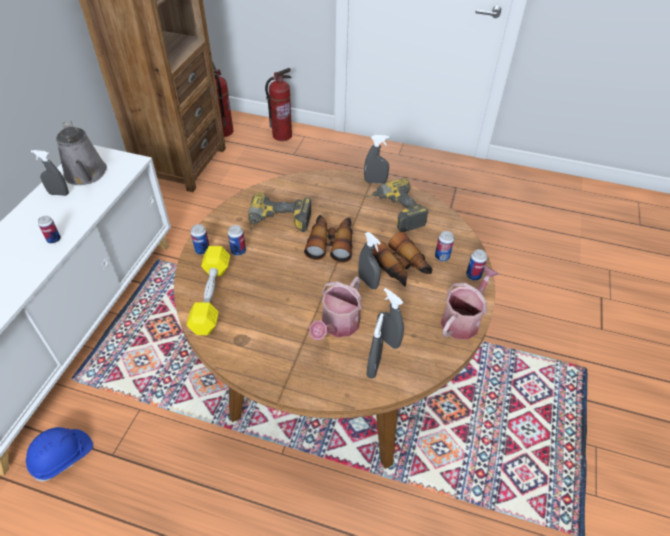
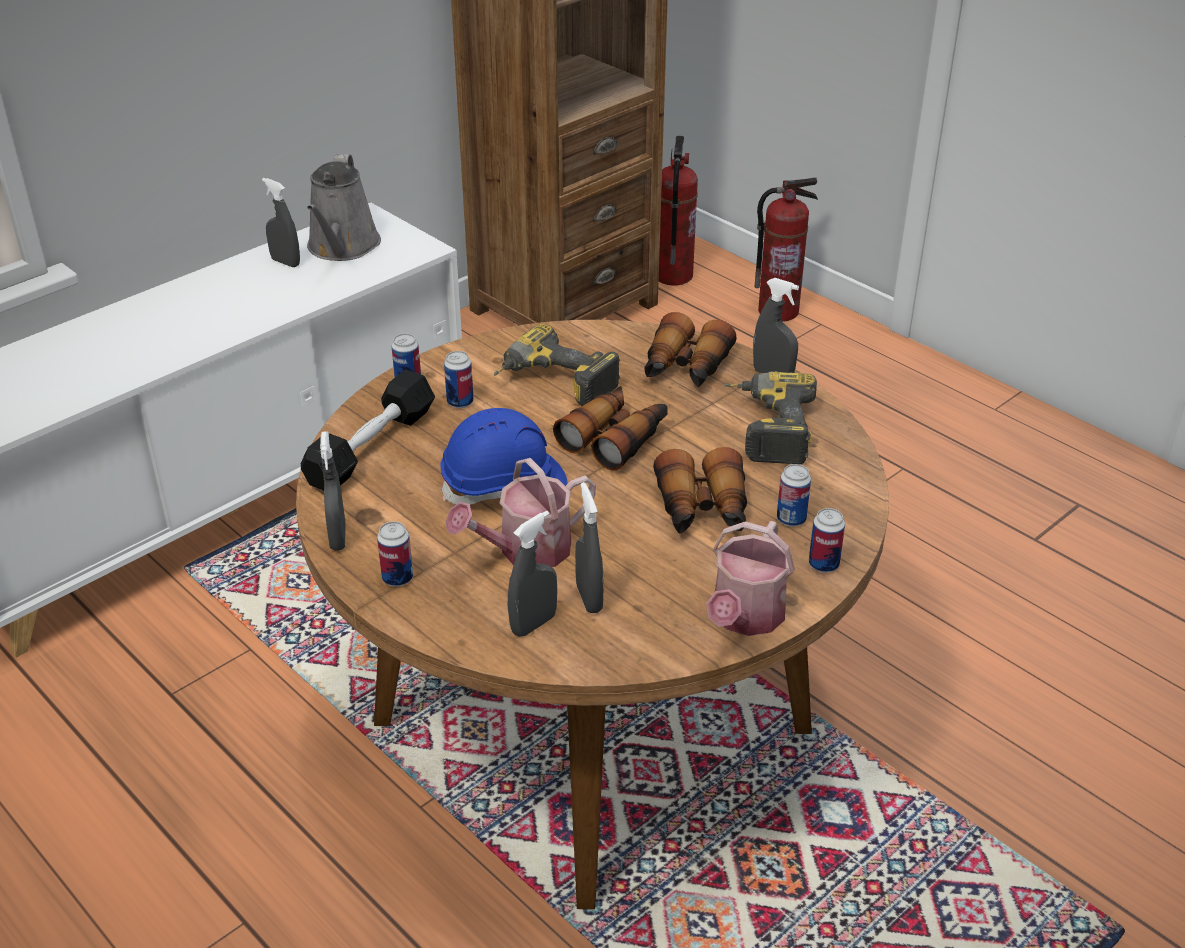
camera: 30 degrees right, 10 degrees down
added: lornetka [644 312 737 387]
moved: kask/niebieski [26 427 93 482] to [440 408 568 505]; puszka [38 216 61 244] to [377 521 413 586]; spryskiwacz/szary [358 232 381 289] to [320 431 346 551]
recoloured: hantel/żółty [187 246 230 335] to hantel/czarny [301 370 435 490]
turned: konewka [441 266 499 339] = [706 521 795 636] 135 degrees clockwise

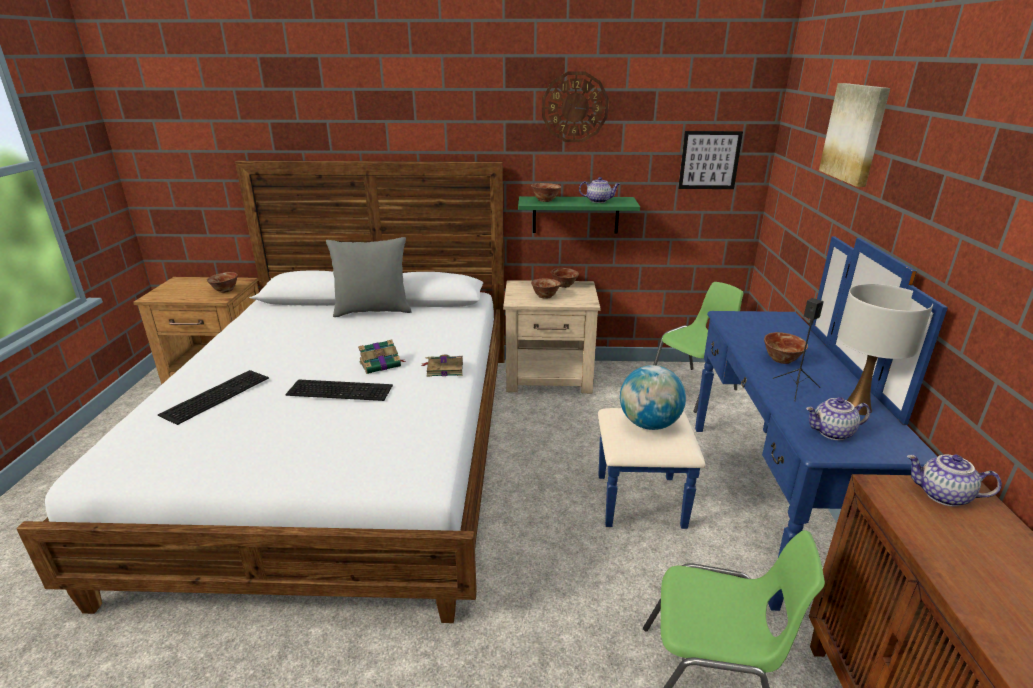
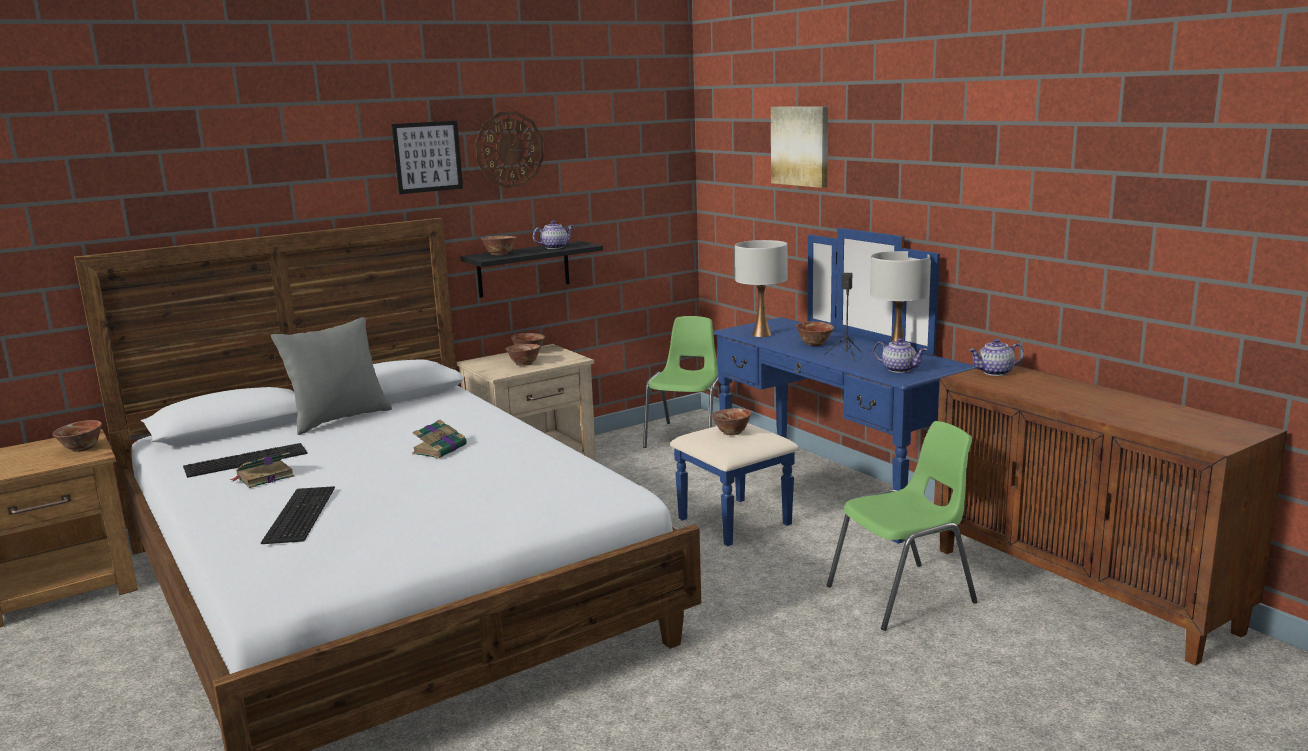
camera: 35 degrees left, 10 degrees down
added: lampa stołowa/biały [735 240 787 337]
moved: klawiatura [286 379 393 401] to [183 443 308 478]; książka [421 355 463 377] to [230 452 294 488]; obraz [678 131 743 189] to [391 121 463 194]
replaced: globus [620 365 686 430] to miska [712 408 751 435]
recoloured: półka/zielony [518 196 640 234] to półka/czarny [461 241 603 298]
turned: imbryk [806 397 871 440] = [873 338 927 373] 105 degrees counterclockwise

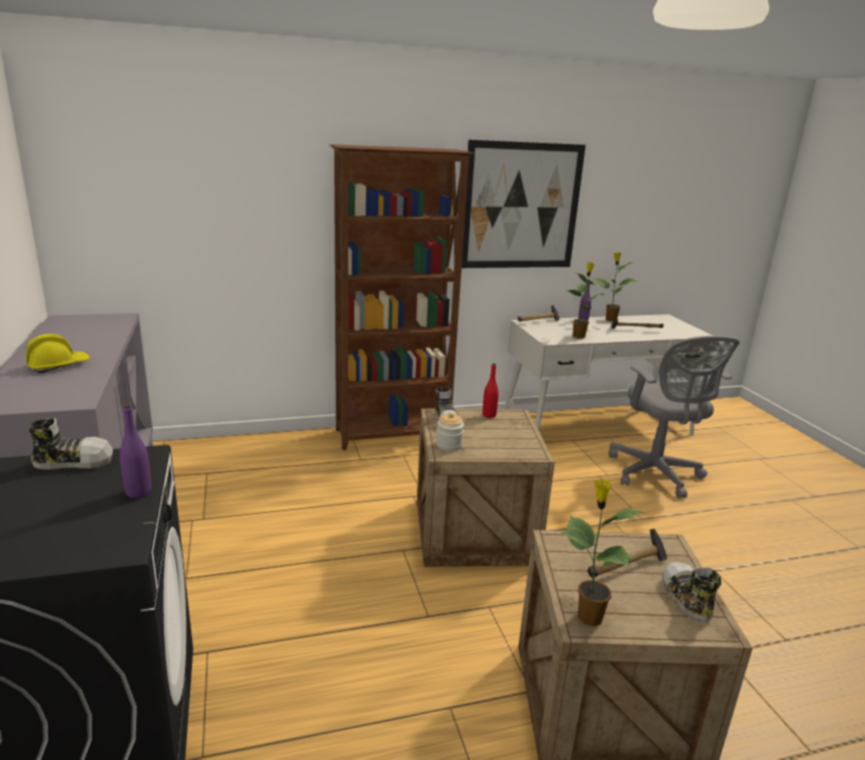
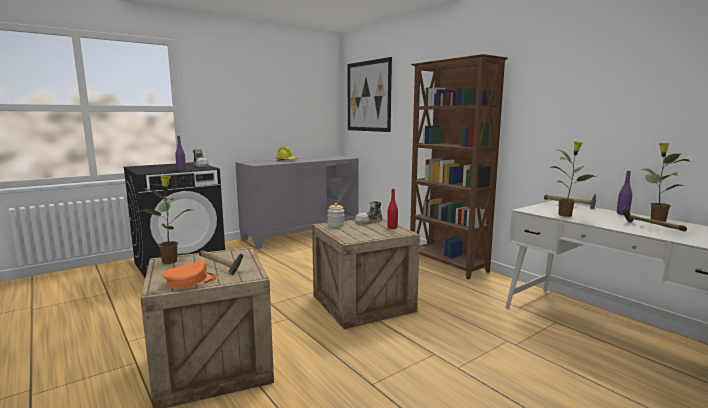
camera: 70 degrees right, 10 degrees down
removed: krzesło biurowe/szary [609 336 740 498]
moved: obraz [462 140 586 268] to [348 57 392 132]
replaced: but [662 562 721 622] to czapka z daszkiem/pomarańczowy [163 260 218 289]

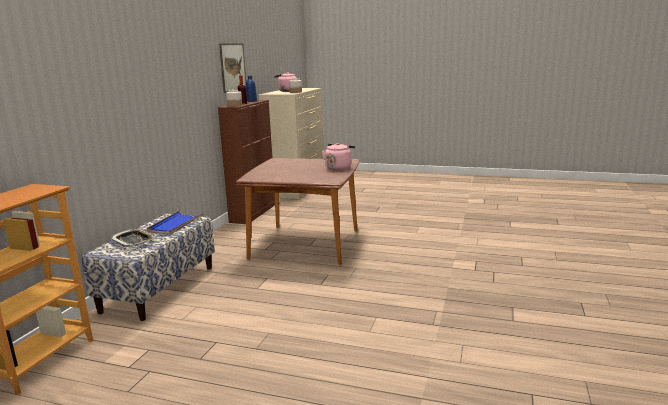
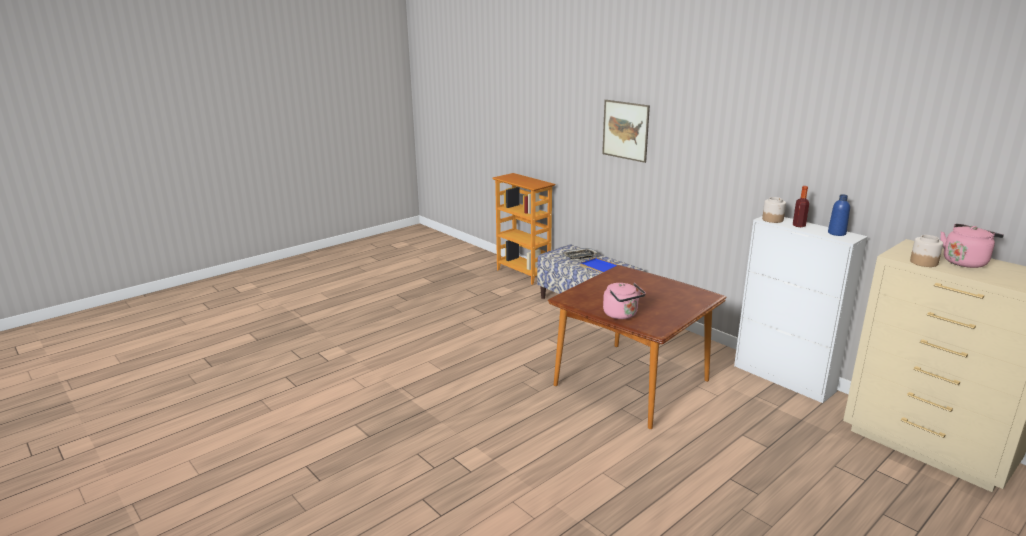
camera: 120 degrees right, 5 degrees up
moved: obraz [219 44 246 93] to [602 100 650 163]
recoloured: szafka/brązowy [218 100 275 224] to szafka/biały [734 216 868 403]

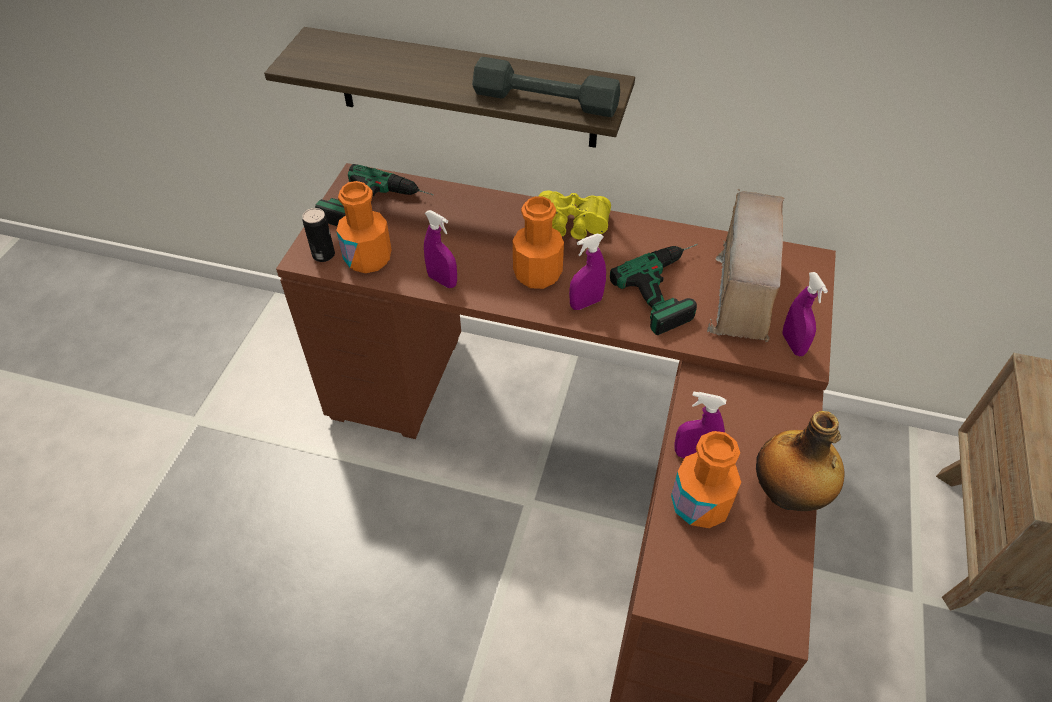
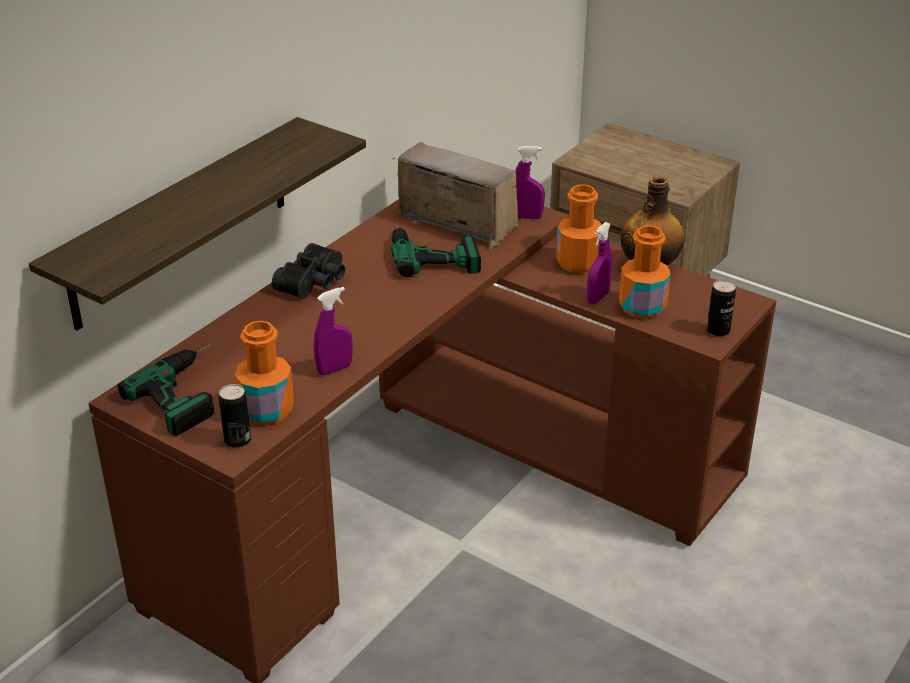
camera: 70 degrees left, 15 degrees down
removed: hantel/szary [472 57 620 117]; spryskiwacz/fioletowy [569 234 606 310]
added: puszka [707 280 736 337]
moved: butelka/pomarańczowy [513 196 564 289] to [556 184 602 274]
recoloured: lornetka/żółty [539 191 611 239] to lornetka/czarny [272 243 345 299]

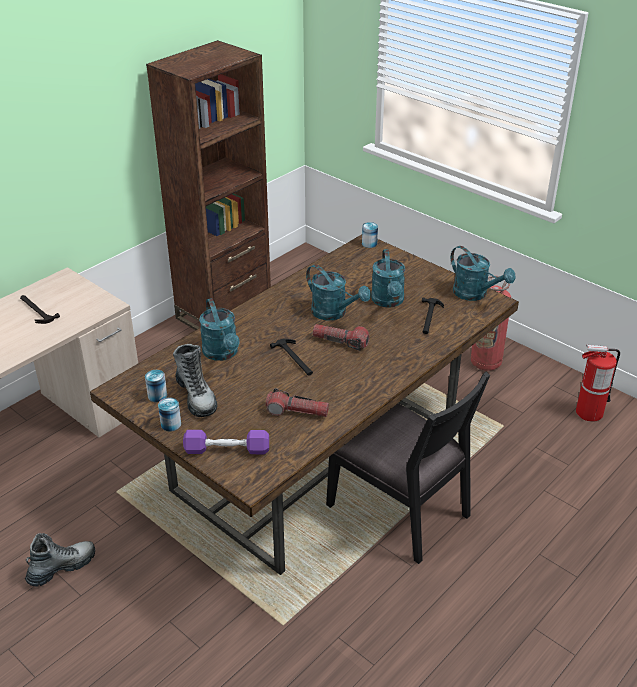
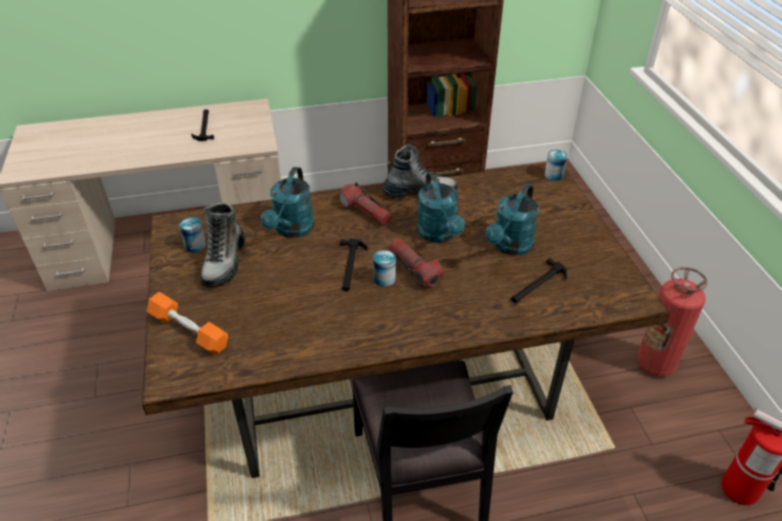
camera: 35 degrees right, 5 degrees up
removed: konewka/turkusowy [451 246 515 301]
moved: but z cholewką [25 533 95 587] to [382 144 457 198]; puszka [158 398 181 431] to [373 250 396 287]; latarka [266 388 329 417] to [338 182 392 225]
recoloured: hantel/fioletowy [183 430 269 454] to hantel/pomarańczowy [147 292 228 354]

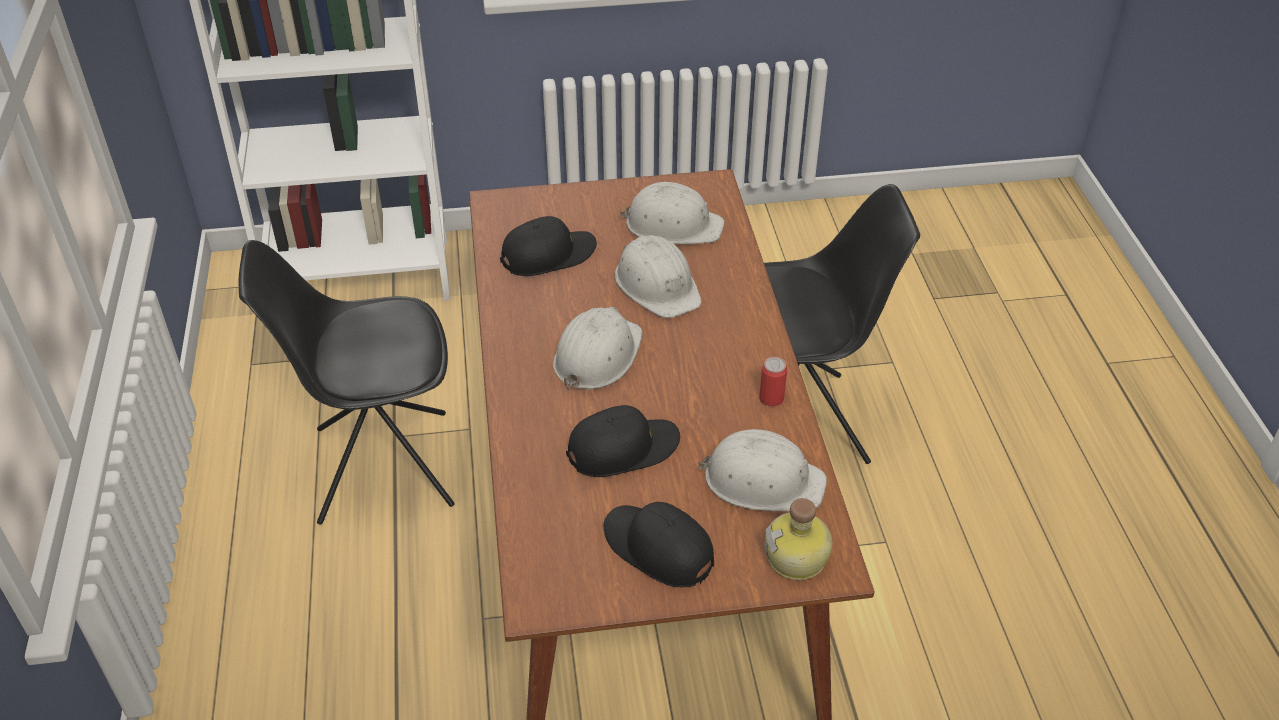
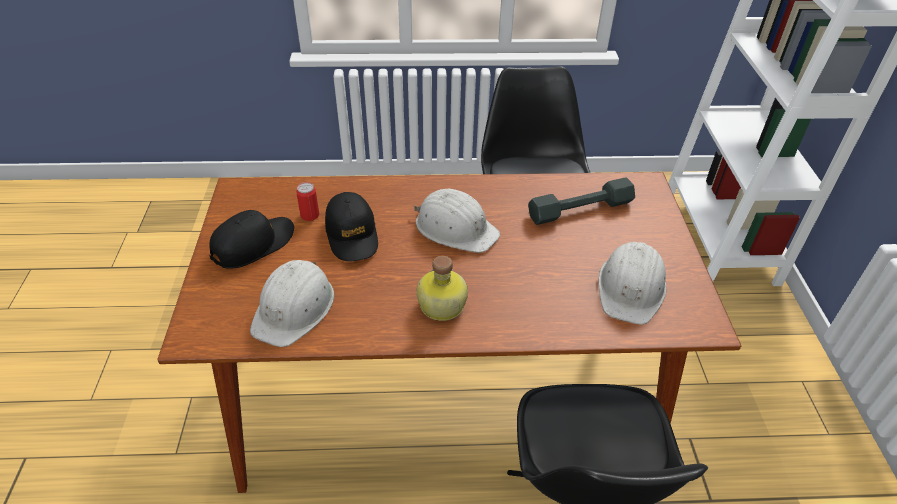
camera: 95 degrees right, 0 degrees up
removed: kask/biały [615 235 702 318]
moved: puszka [759 357 787 406] to [296 182 319 221]; butelka [765 498 832 580] to [417 256 468 321]
replaced: czapka z daszkiem/czarny [500 216 597 276] to hantel/szary [528 177 635 225]

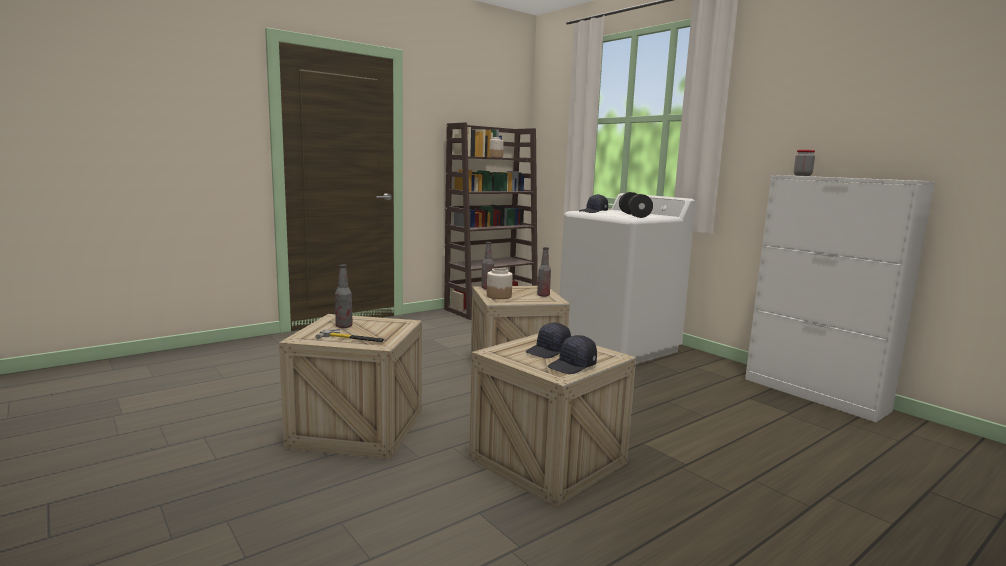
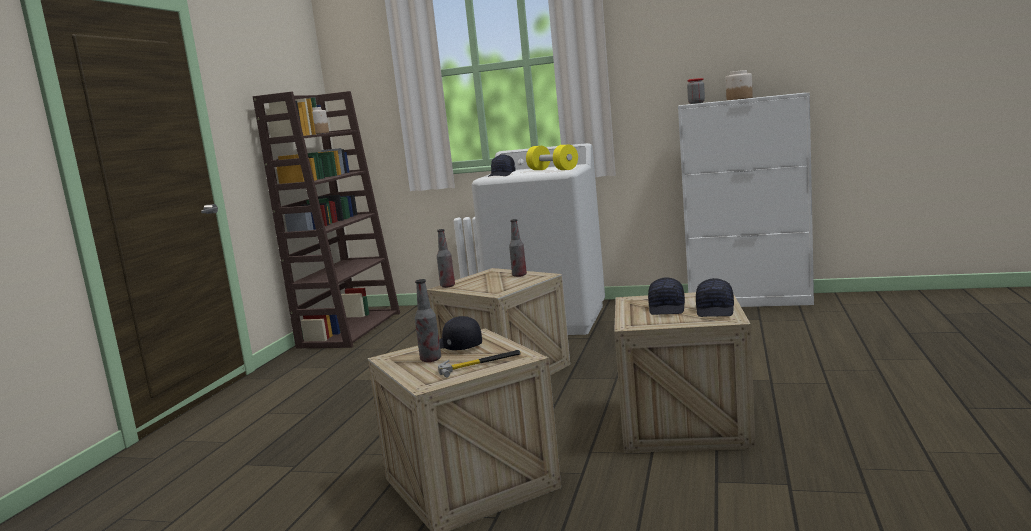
camera: 35 degrees left, 0 degrees up
added: czapka z daszkiem/czarny [439 316 482 350]
moved: słoik [487 268 513 299] to [726 70 753 100]
recoloured: hantel/czarny [619 192 653 218] to hantel/żółty [526 145 578 170]

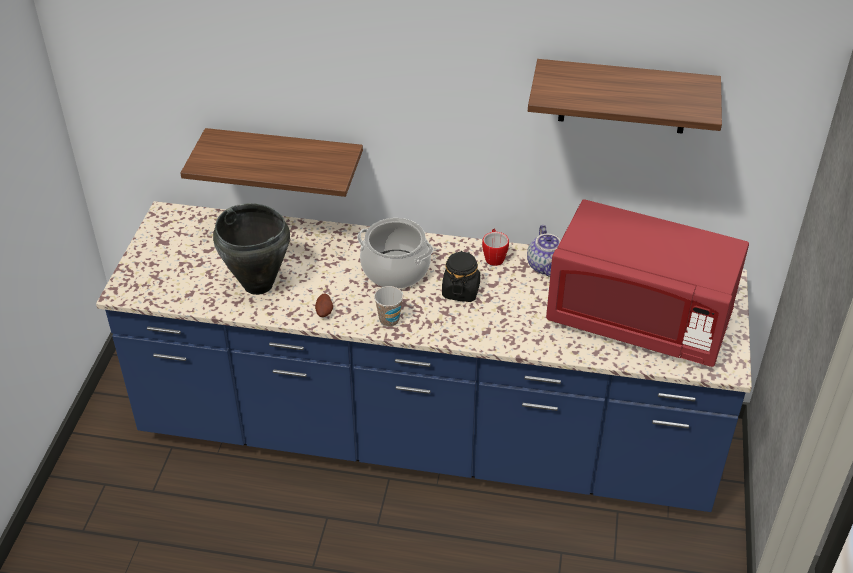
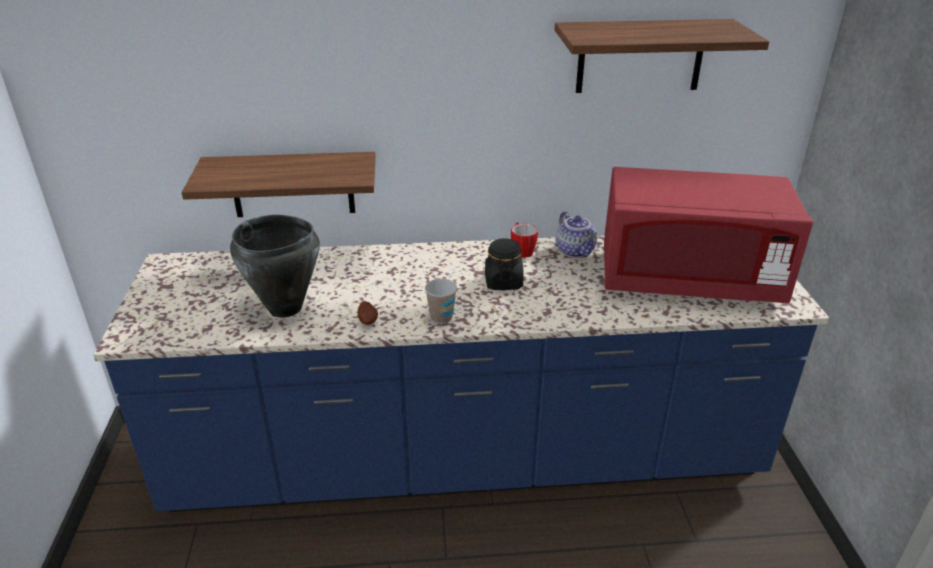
camera: 15 degrees left, 10 degrees down
removed: garnek [357 218 434 289]

